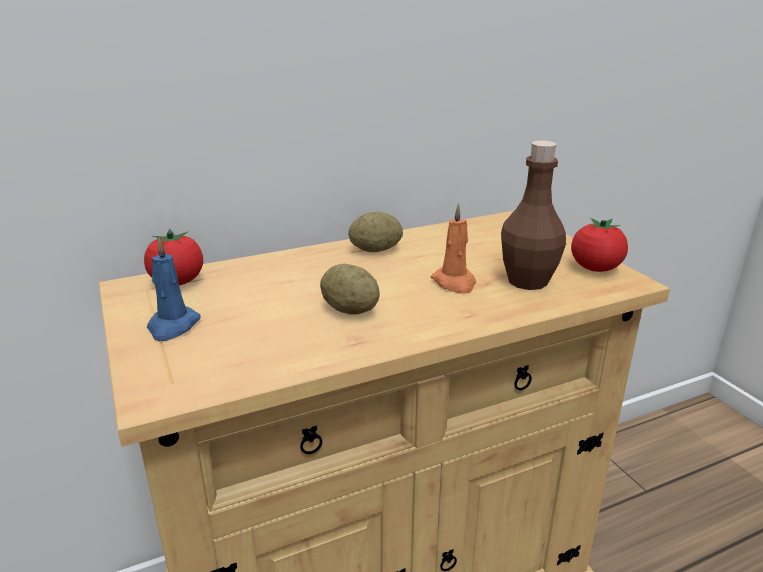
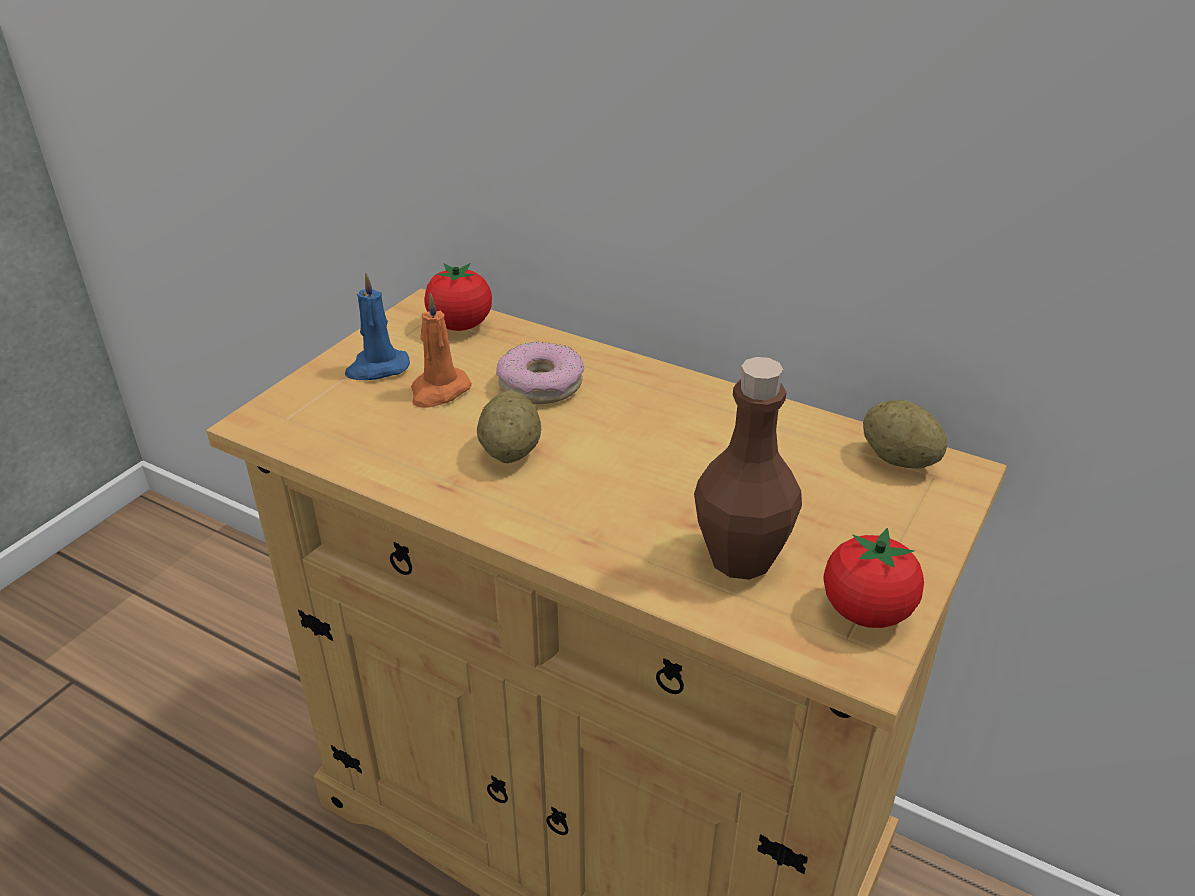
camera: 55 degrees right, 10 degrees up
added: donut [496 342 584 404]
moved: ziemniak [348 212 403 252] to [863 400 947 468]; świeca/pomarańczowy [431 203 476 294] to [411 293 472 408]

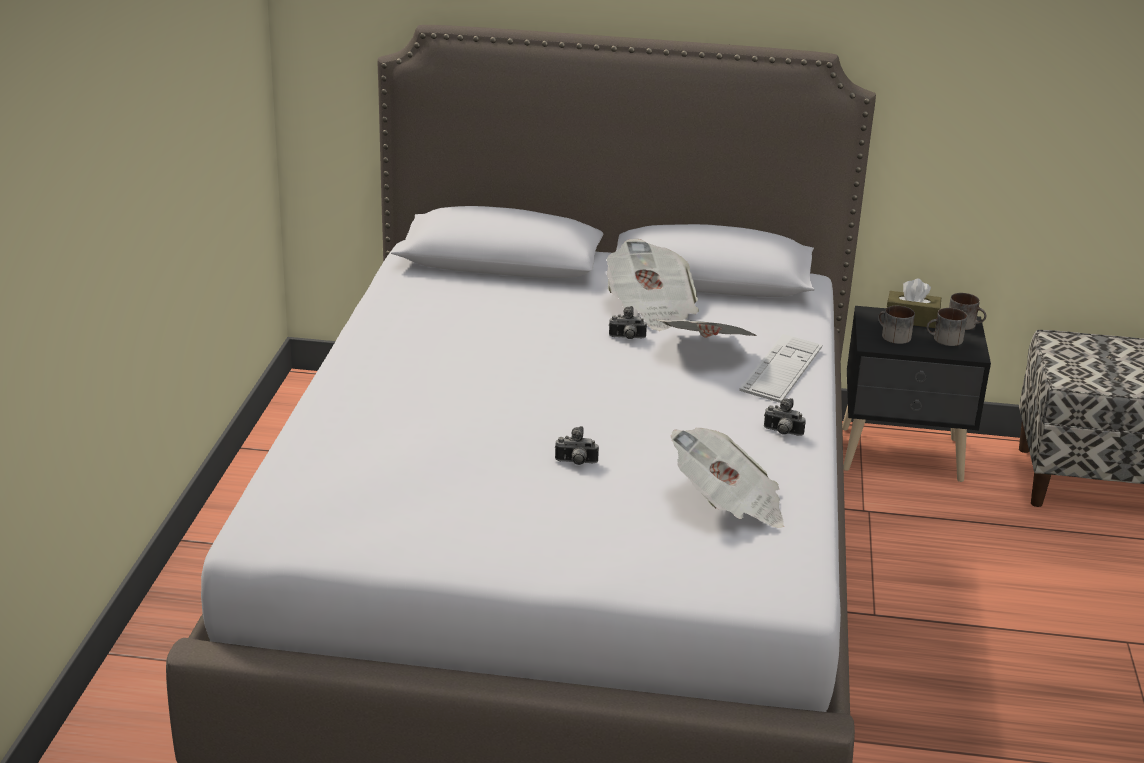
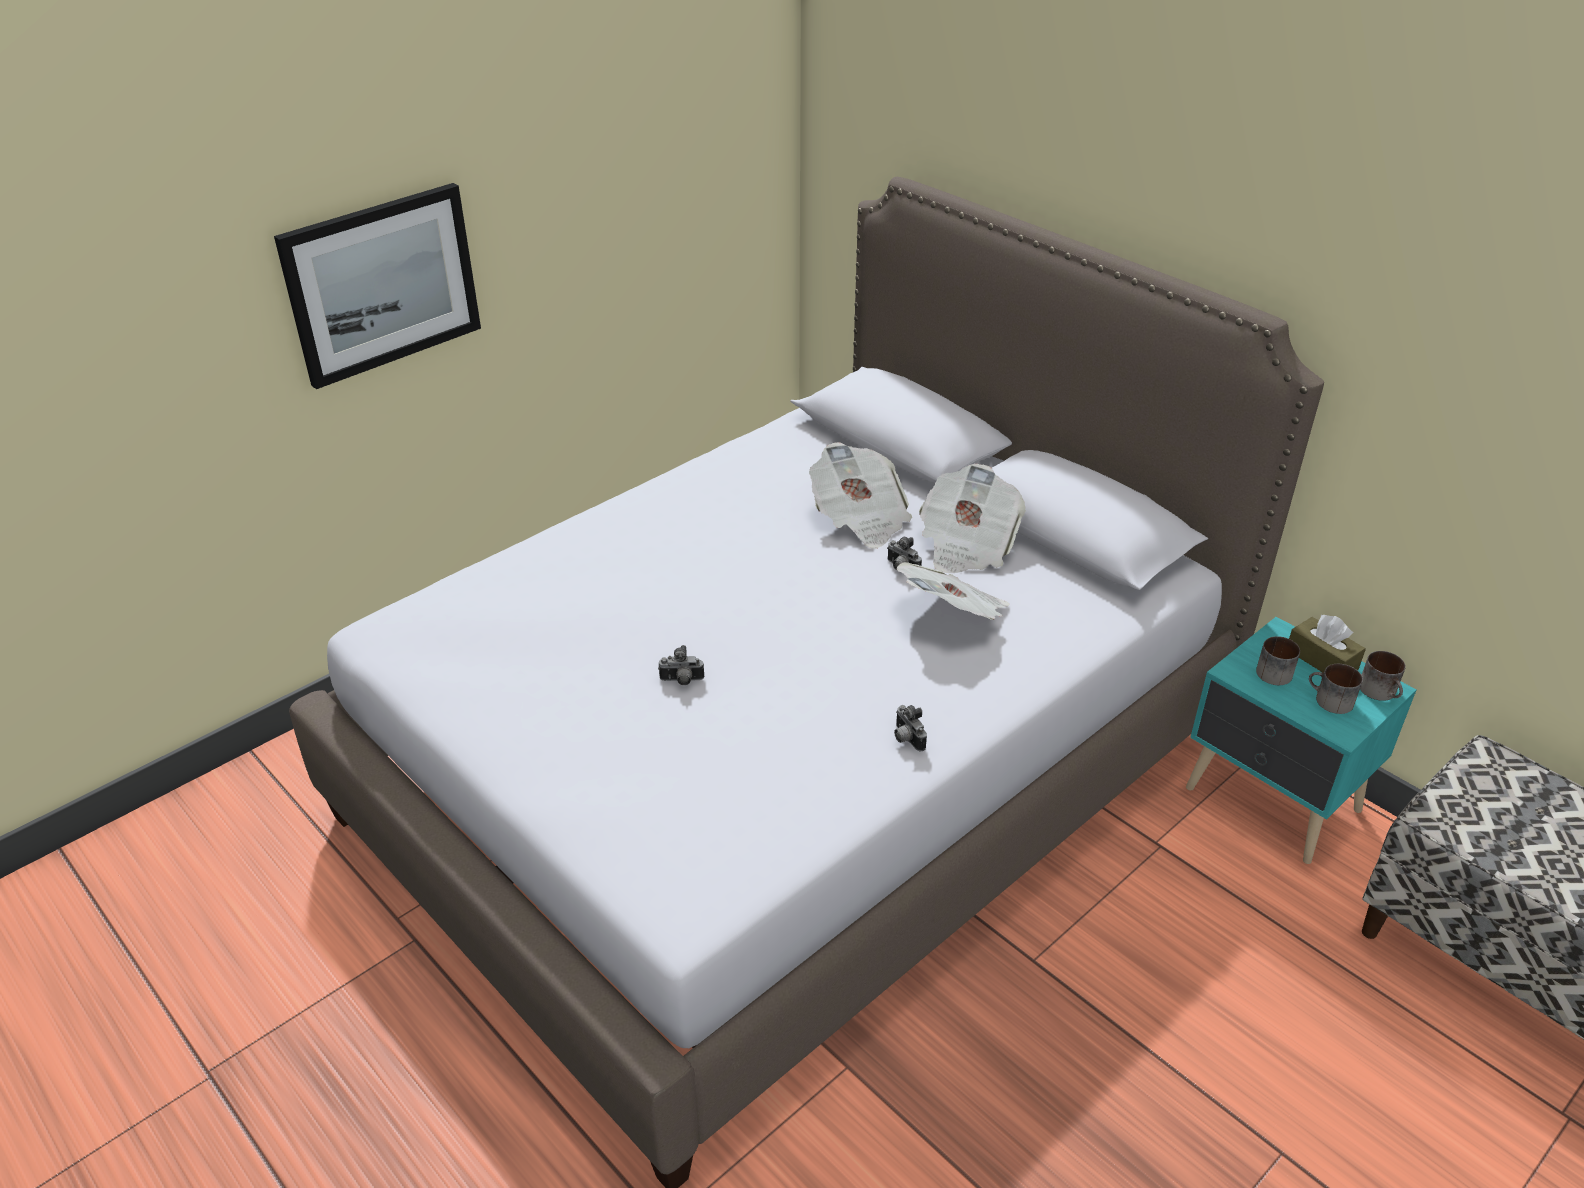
camera: 40 degrees right, 10 degrees up
removed: klawiatura [739 334 822 403]
added: obraz [274 183 481 389]
moved: gazeta [671 428 784 528] to [809 442 912 549]
recoloured: szafka nocna/czarny [842 306 991 482] to szafka nocna/turkusowy [1186 617 1417 864]
turned: aparat fotograficzny [555 426 599 465] = [658 645 704 685] 45 degrees counterclockwise

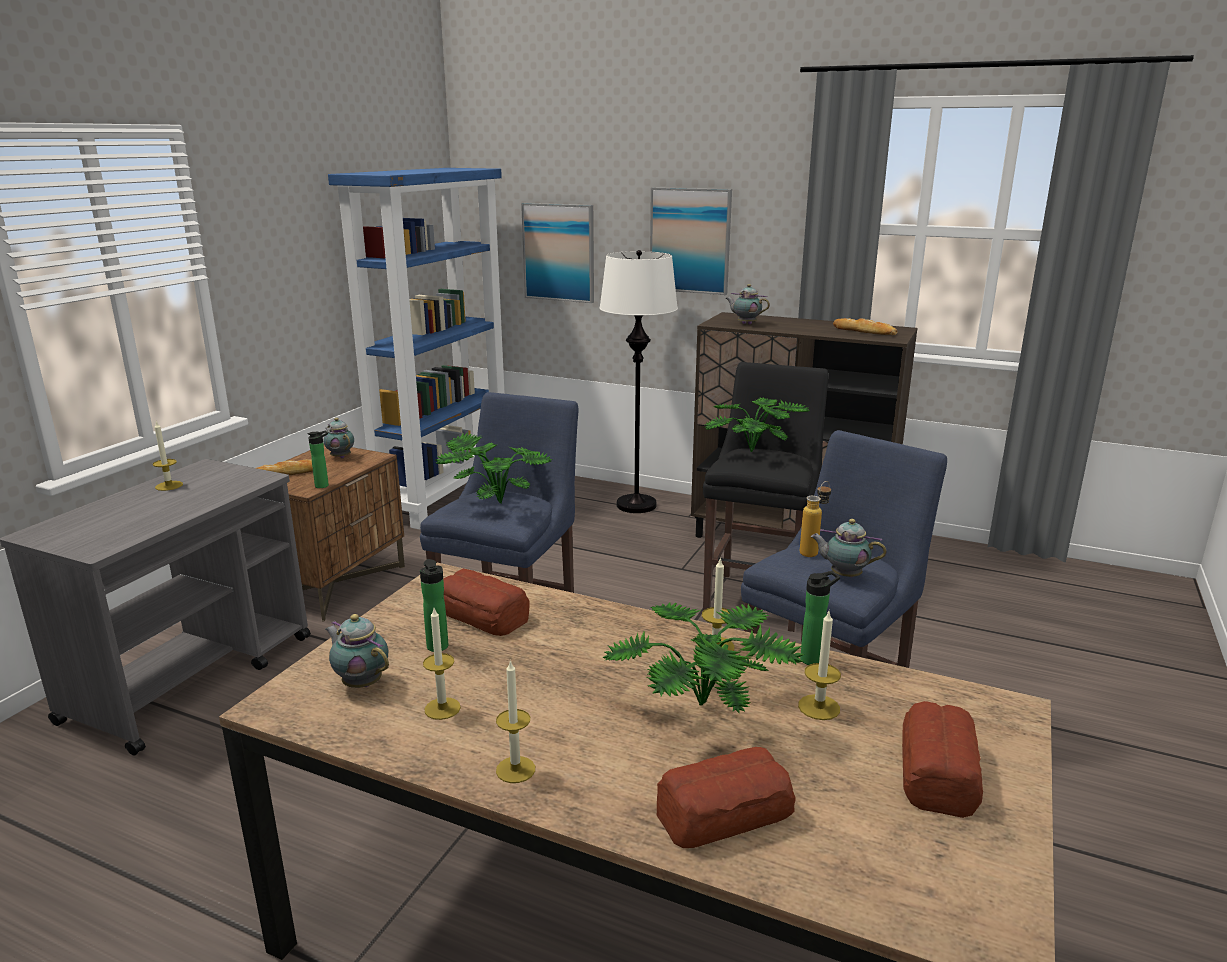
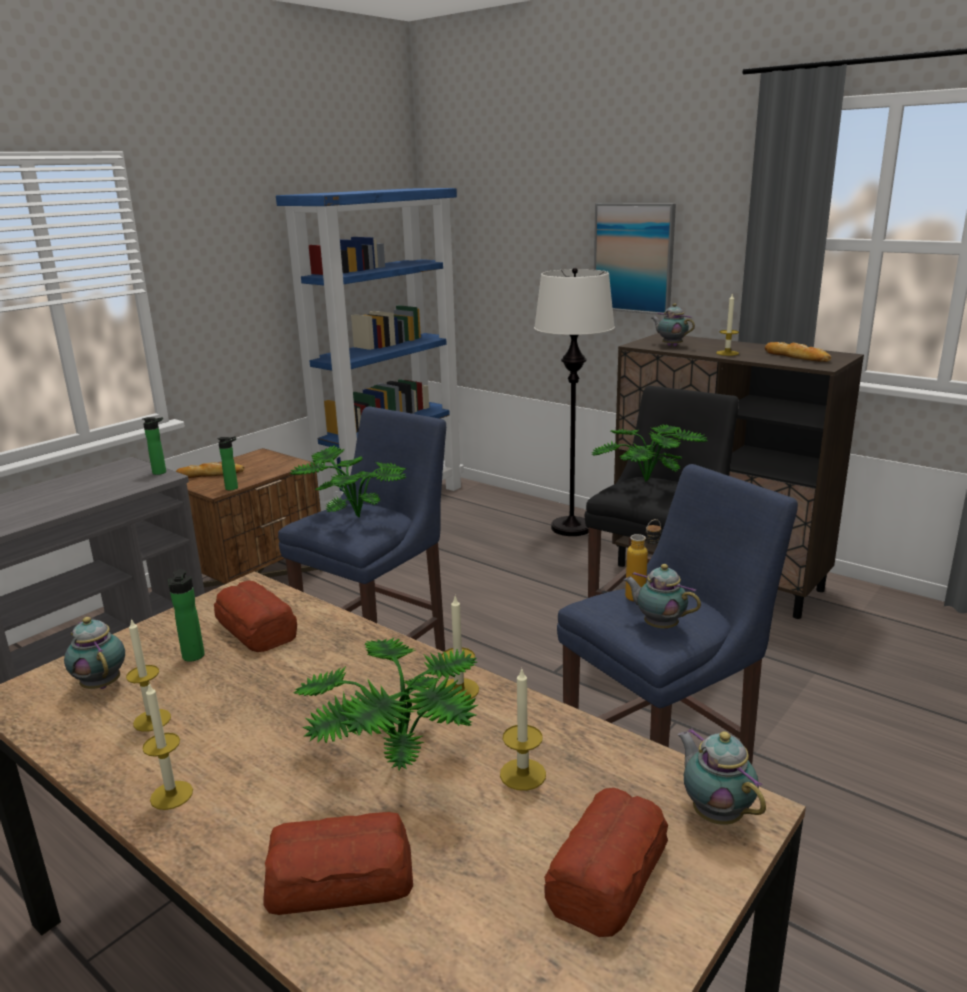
camera: 15 degrees right, 0 degrees up
removed: obraz [521 203 594 303]
moved: świeca [153 421 183 491] to [716 294 739 356]; imbryk [324 418 354 458] to [678 729 766 825]; butelka [800 571 840 665] to [142 417 166 475]

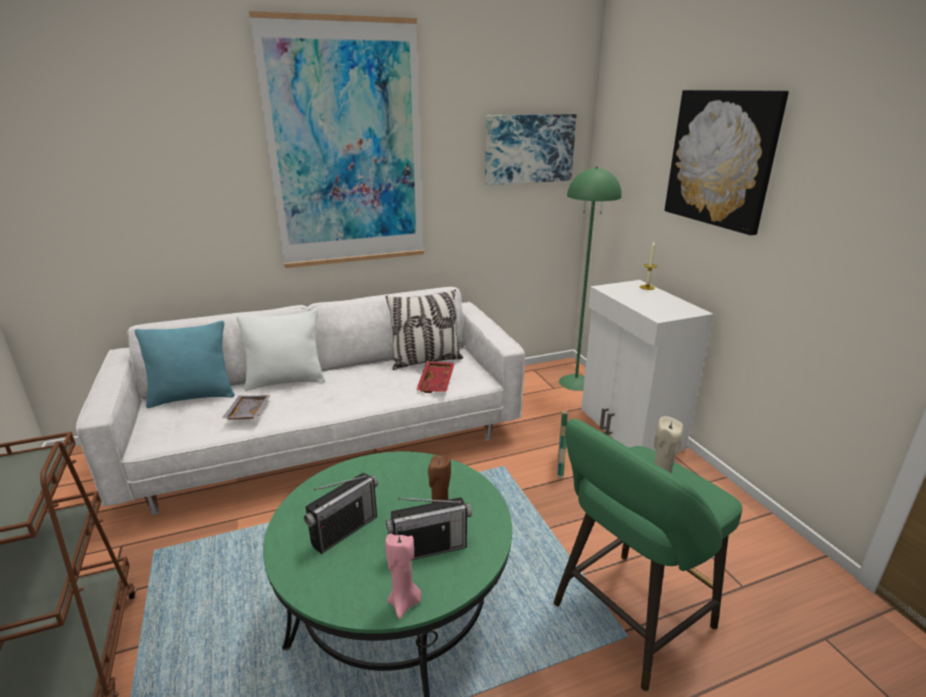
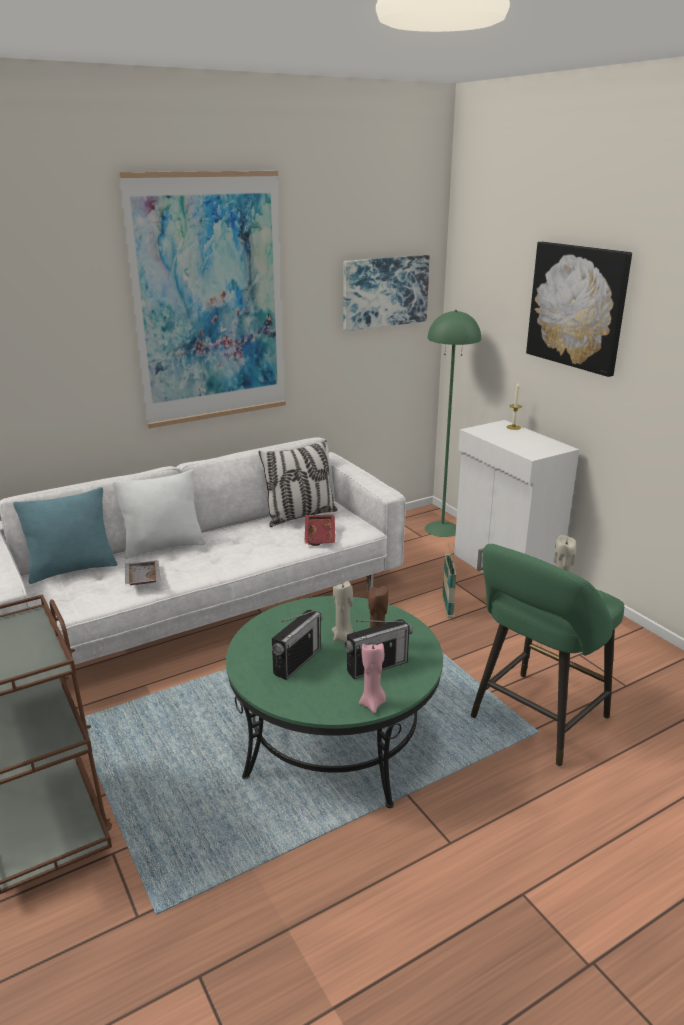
camera: 10 degrees left, 0 degrees up
added: świeca/beżowy [332 581 353 642]

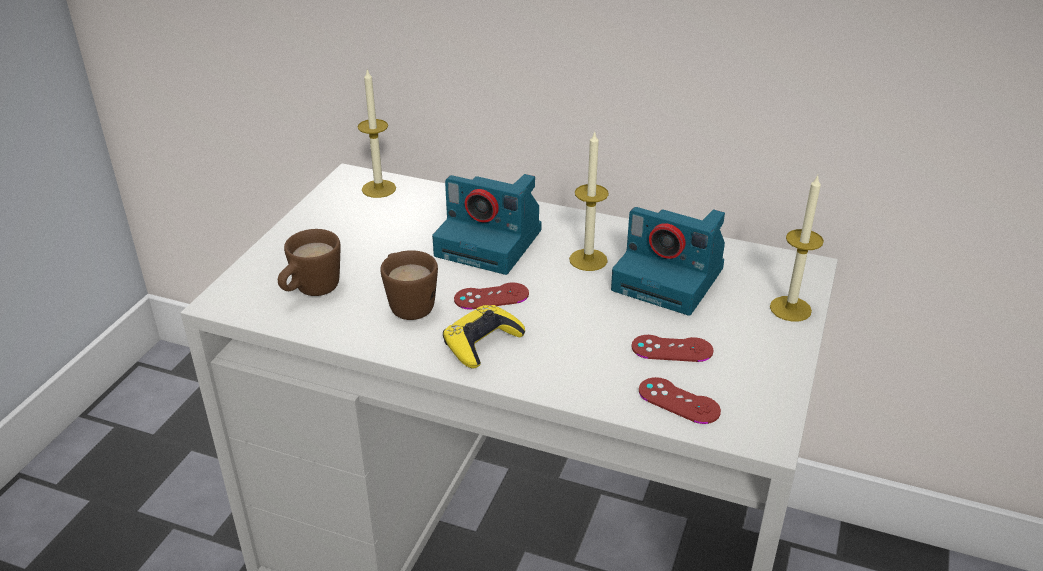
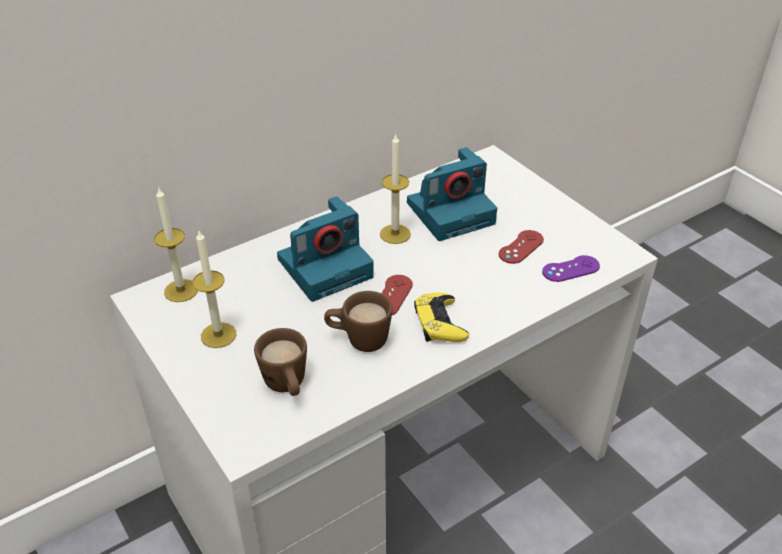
camera: 55 degrees left, 5 degrees up
moved: świeca [770 175 824 321] to [192 231 237 348]
recoloured: pad do gier/czerwony [639 377 721 424] to pad do gier/fioletowy [542 255 600 282]

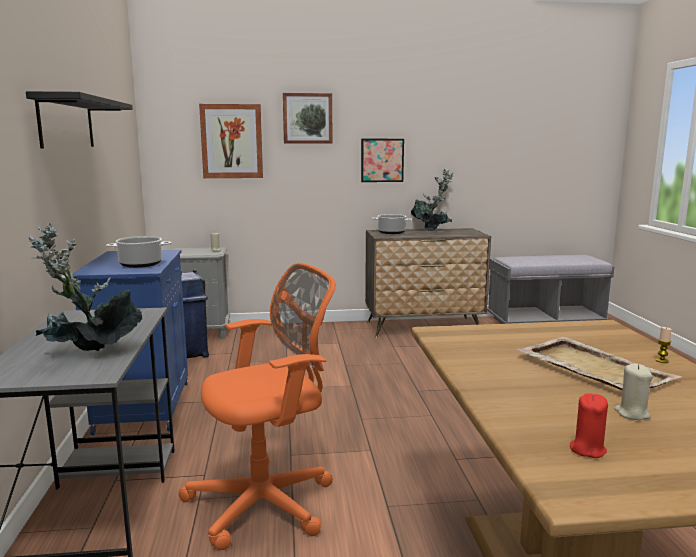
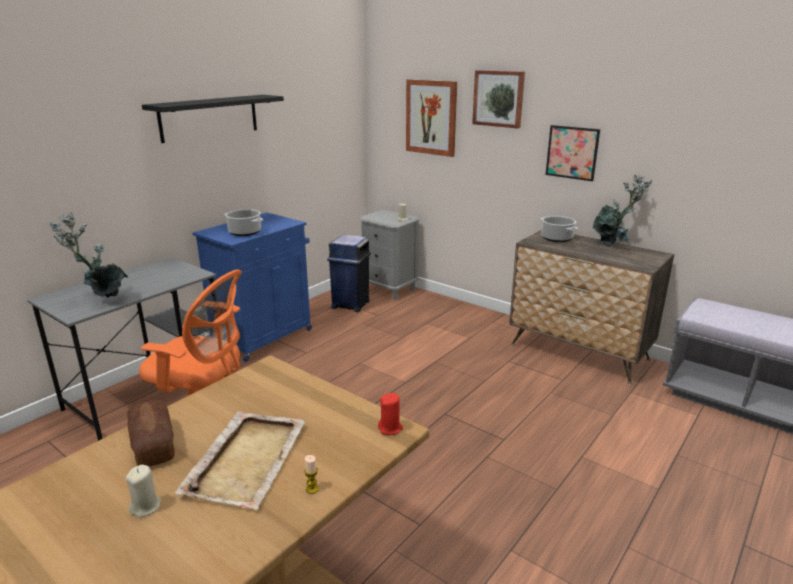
camera: 45 degrees right, 10 degrees up
added: chleb [127 400 175 467]
moved: świeca/czerwony [570 394 608 458] to [378 393 403 435]

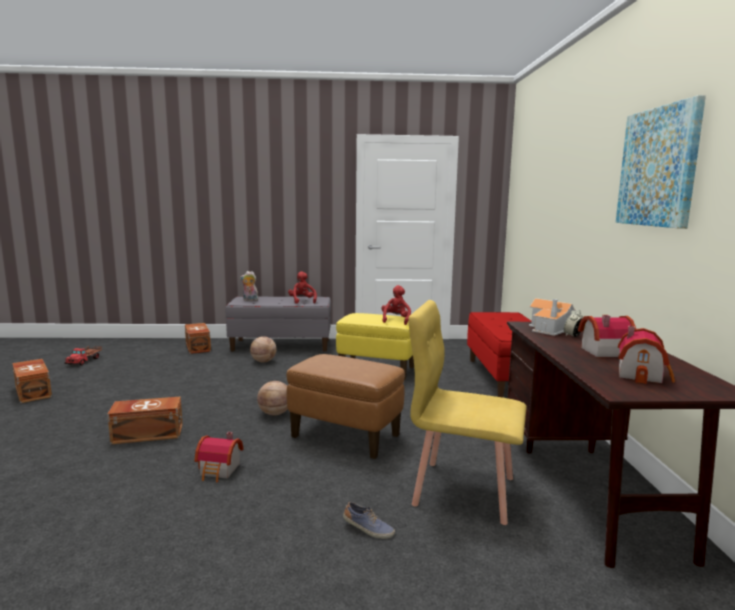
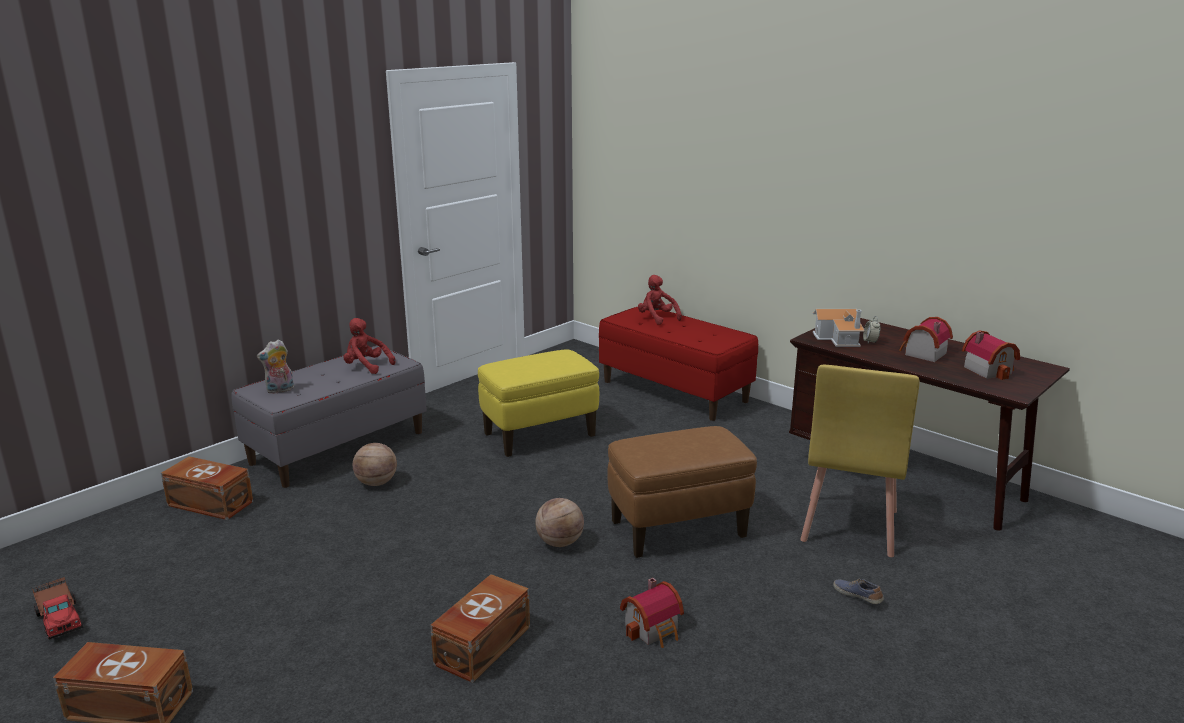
camera: 45 degrees left, 10 degrees up
removed: obraz [616 95 706 229]
moved: pluszak/czerwony [382 285 411 325] to [638 275 682 325]
turned: but [343 502 395 539] = [833 578 884 604] 105 degrees counterclockwise; krzesło/żółty [408 300 527 525] = [800 365 919 557] 45 degrees counterclockwise

